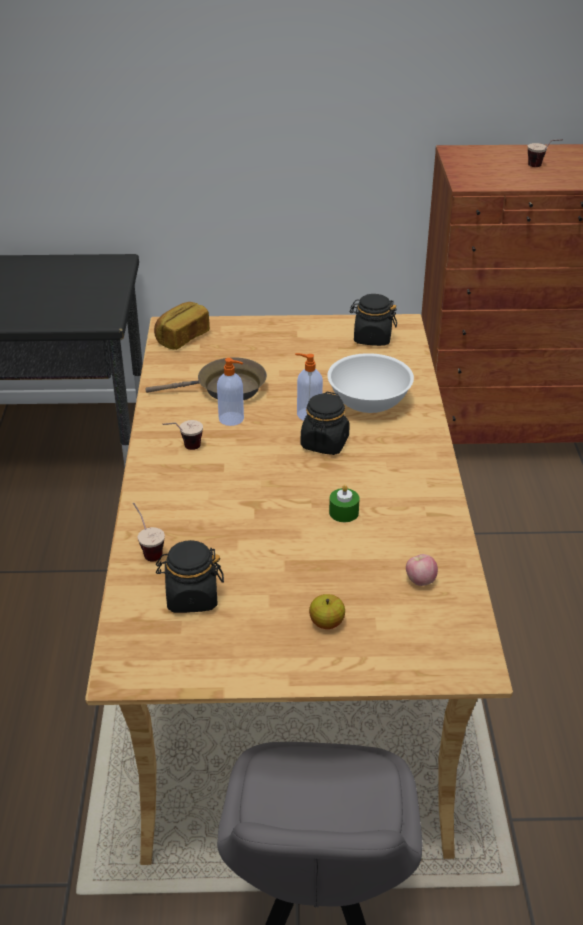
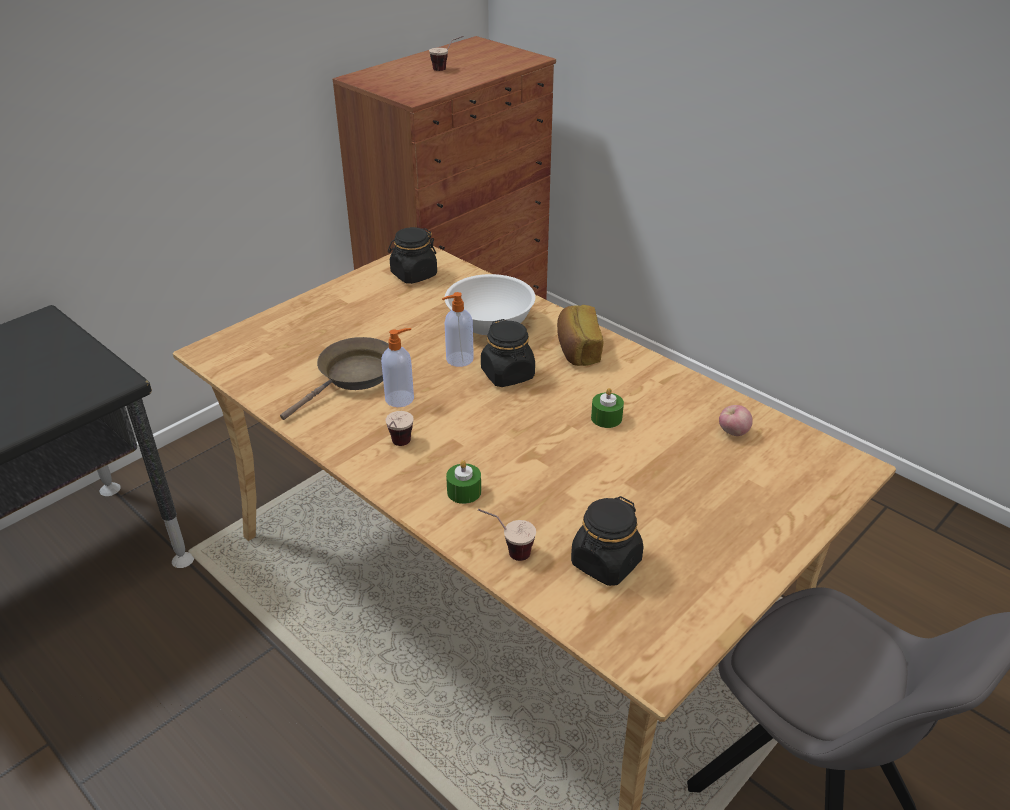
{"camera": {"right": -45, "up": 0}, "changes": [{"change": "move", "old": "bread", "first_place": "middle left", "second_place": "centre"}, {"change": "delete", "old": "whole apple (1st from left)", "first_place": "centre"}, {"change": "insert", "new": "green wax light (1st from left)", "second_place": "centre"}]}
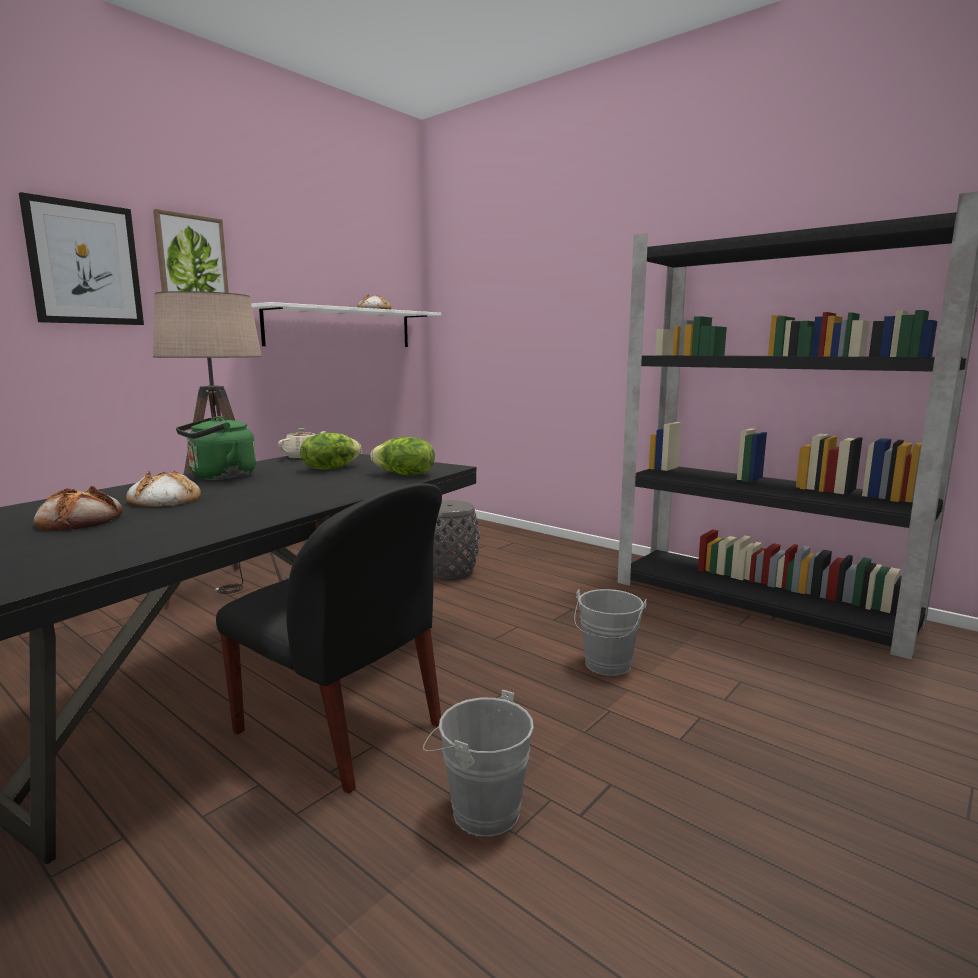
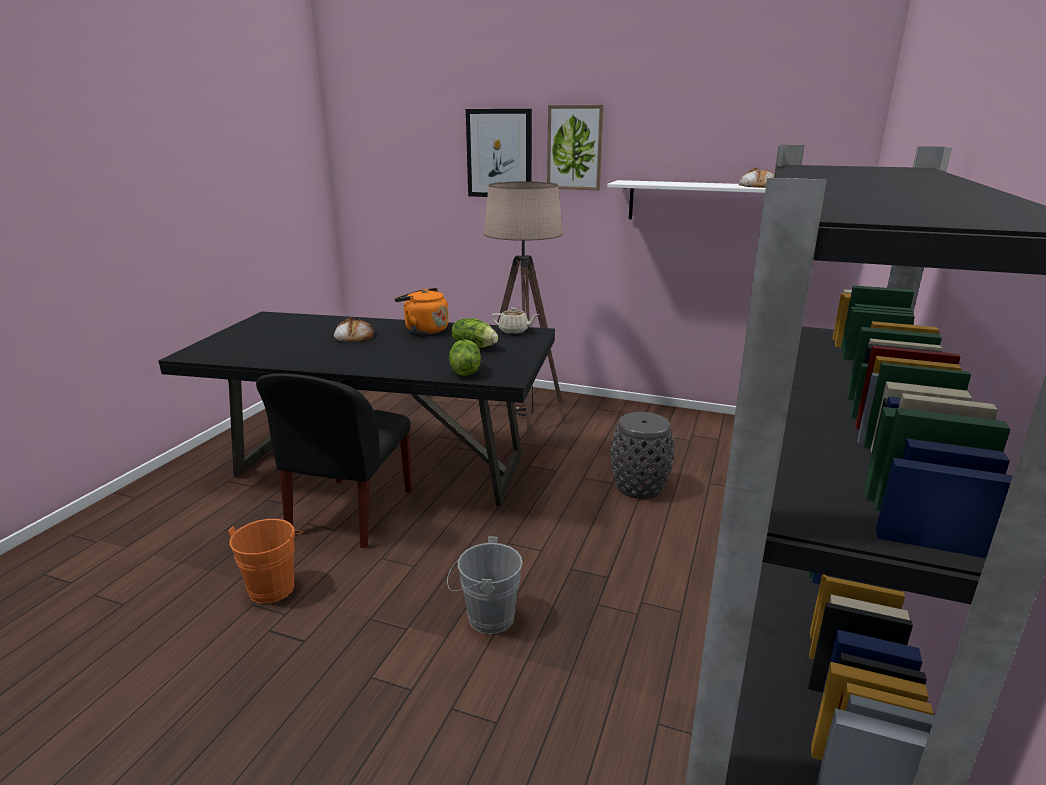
{"camera": {"right": 70, "up": 10}, "changes": [{"change": "recolor", "old": "green tea kettle", "new": "orange-coloured tea kettle", "first_place": "middle left", "second_place": "centre"}, {"change": "delete", "old": "bread (1st from left)", "first_place": "middle left"}, {"change": "recolor", "old": "gray water bucket (1st from left)", "new": "orange-coloured water bucket", "first_place": "bottom centre", "second_place": "bottom left"}]}
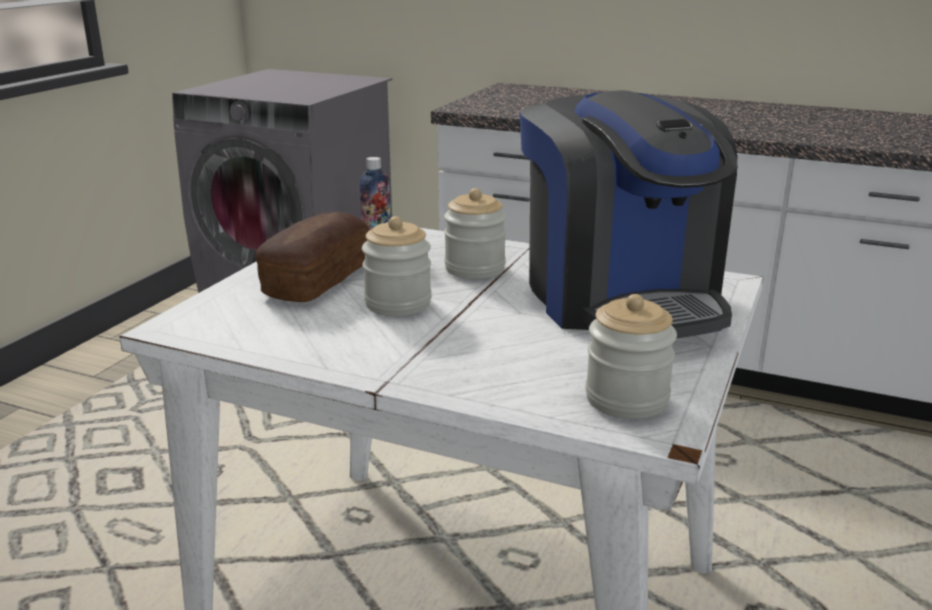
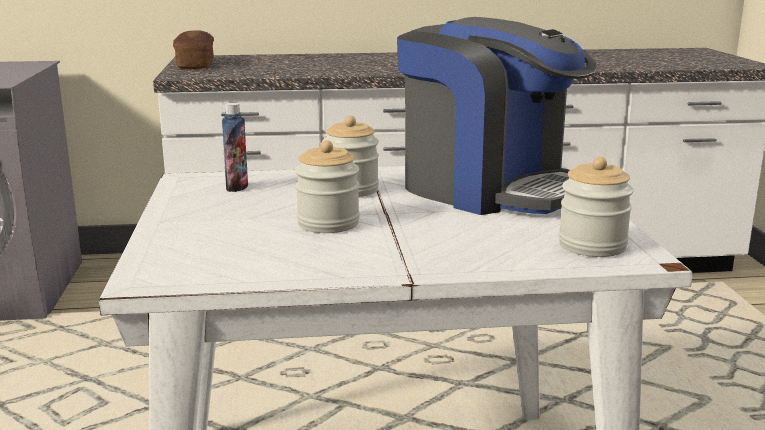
{"camera": {"right": -30, "up": -5}, "changes": [{"change": "move", "old": "bread", "first_place": "centre", "second_place": "top left"}]}
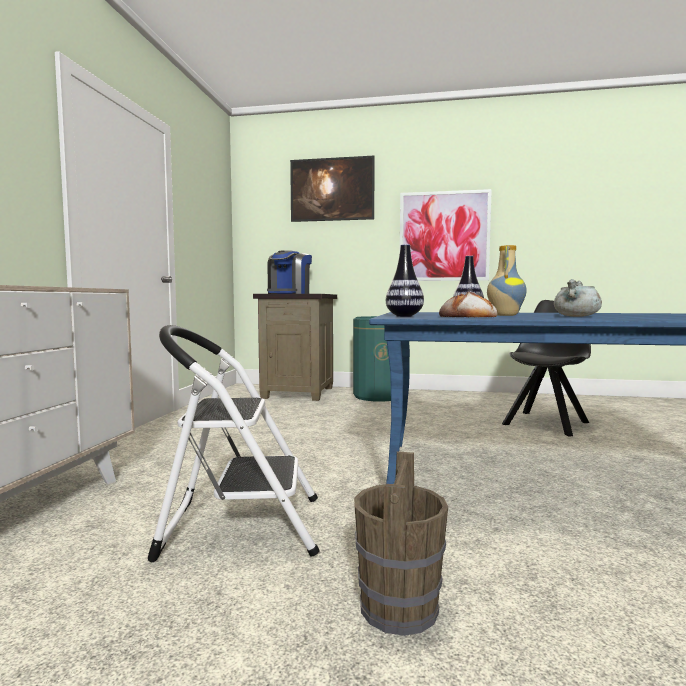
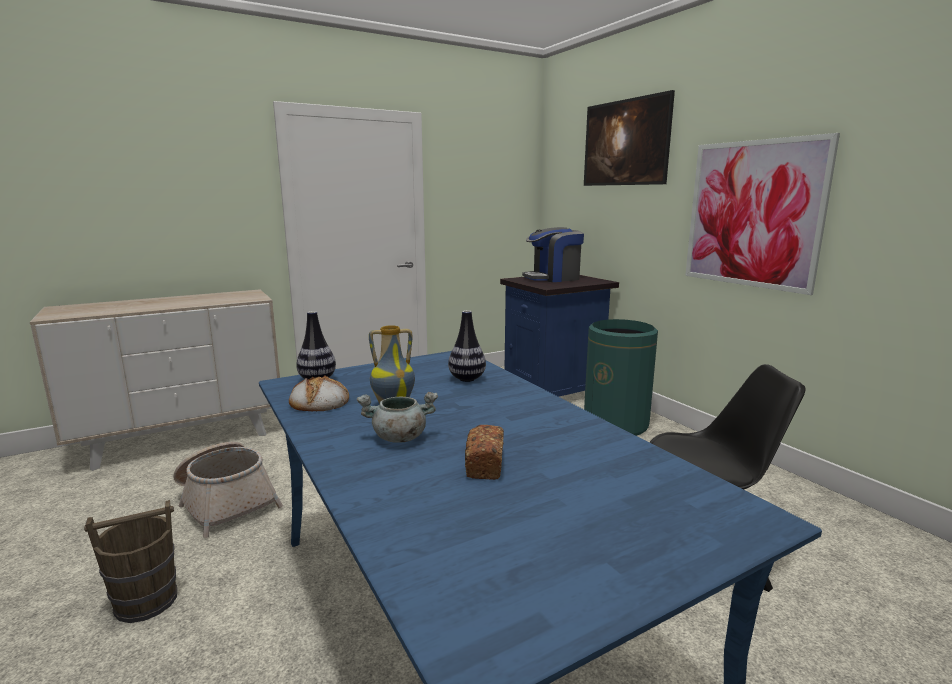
{"camera": {"right": 50, "up": 10}, "changes": [{"change": "recolor", "old": "sand-coloured storage cabinet", "new": "blue storage cabinet", "first_place": "centre", "second_place": "centre"}, {"change": "replace", "old": "step stool", "new": "basket", "first_place": "centre", "second_place": "bottom left"}, {"change": "insert", "new": "bread (2nd from left)", "second_place": "centre"}]}
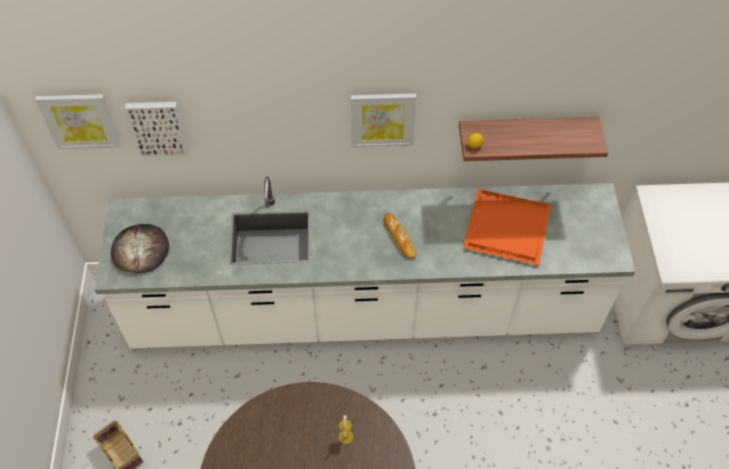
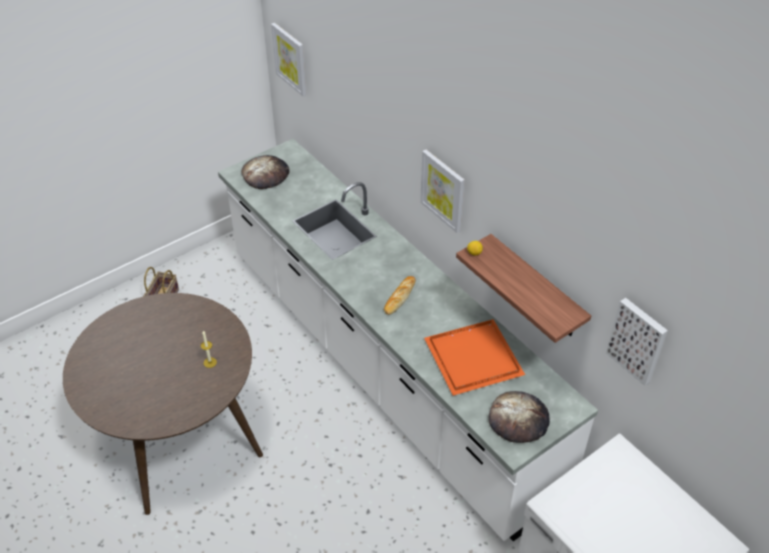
{"camera": {"right": 55, "up": -10}, "changes": [{"change": "move", "old": "wall picture (2nd from left in the first image)", "new": "wall picture (3rd from left)", "first_place": "top left", "second_place": "middle right"}, {"change": "insert", "new": "bread (3rd from left)", "second_place": "bottom right"}]}
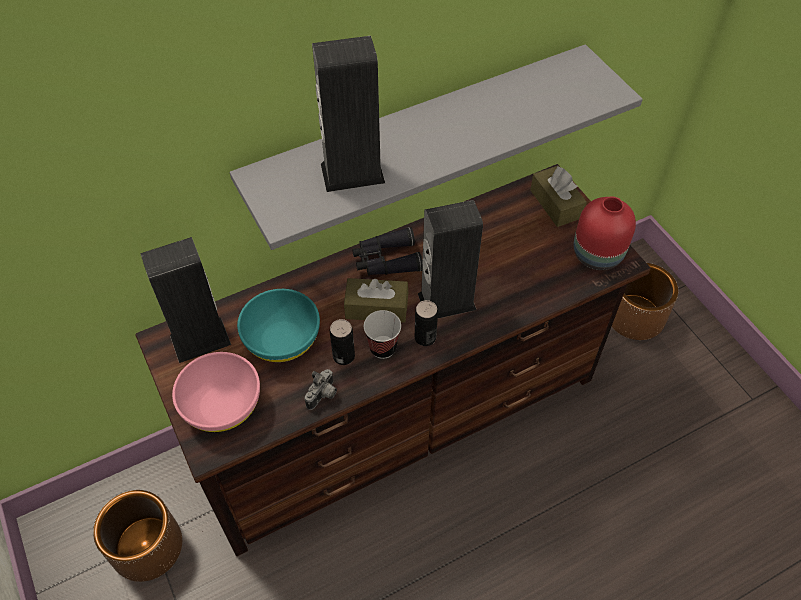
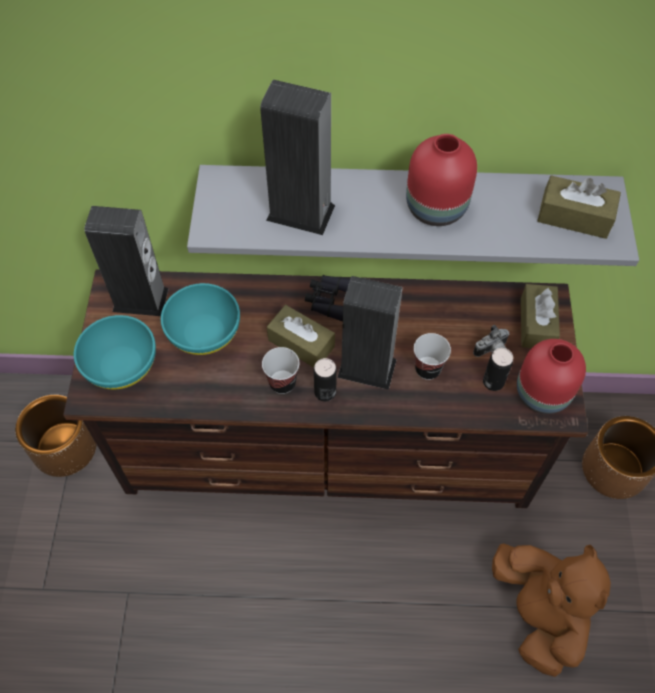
{"camera": {"right": 30, "up": 5}, "changes": [{"change": "move", "old": "sealed can (1st from left in the first image)", "new": "sealed can (2nd from left)", "first_place": "centre", "second_place": "middle right"}, {"change": "recolor", "old": "pinkish deep dish", "new": "turquoise-coloured deep dish (1st from left)", "first_place": "middle left", "second_place": "middle left"}, {"change": "move", "old": "still camera", "first_place": "centre", "second_place": "middle right"}, {"change": "insert", "new": "red-coloured vase (1st from left)", "second_place": "top right"}, {"change": "insert", "new": "brownish box of tissues (3rd from left)", "second_place": "top right"}, {"change": "insert", "new": "cup (2nd from left)", "second_place": "centre"}, {"change": "insert", "new": "brownish plush toy", "second_place": "bottom right"}]}
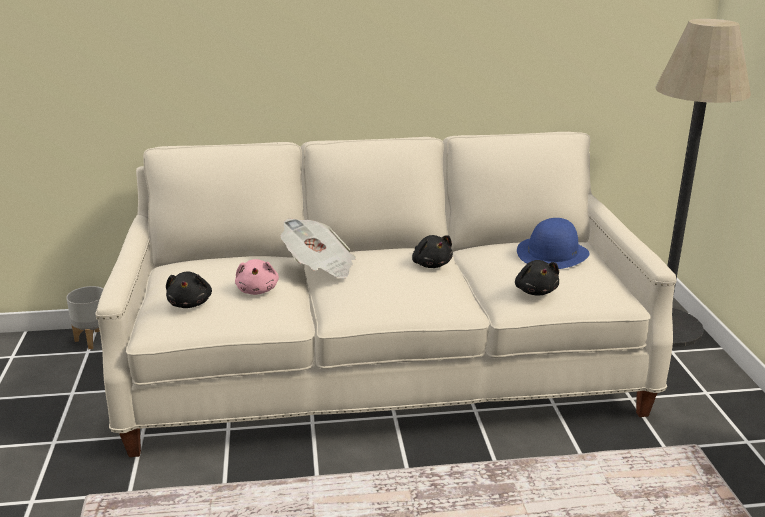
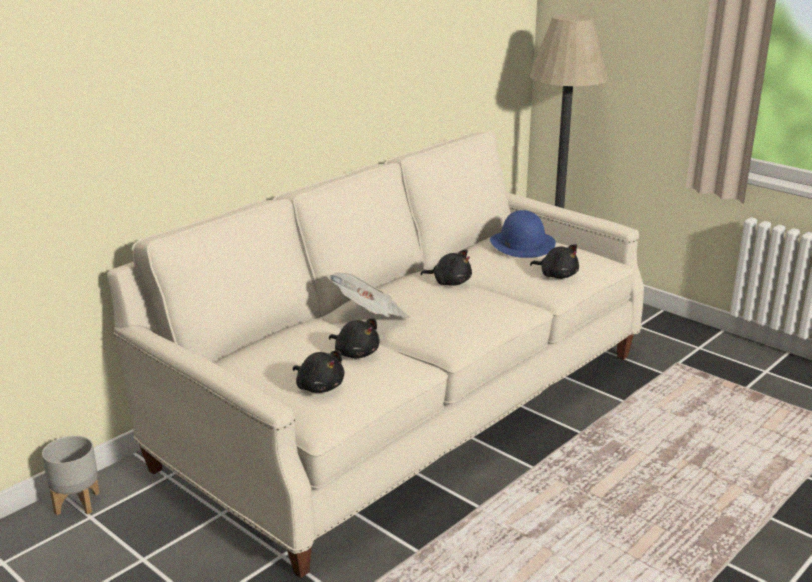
{"camera": {"right": -40, "up": 0}, "changes": [{"change": "recolor", "old": "pinkish plush toy", "new": "black-coloured plush toy (2nd from left)", "first_place": "centre", "second_place": "centre"}]}
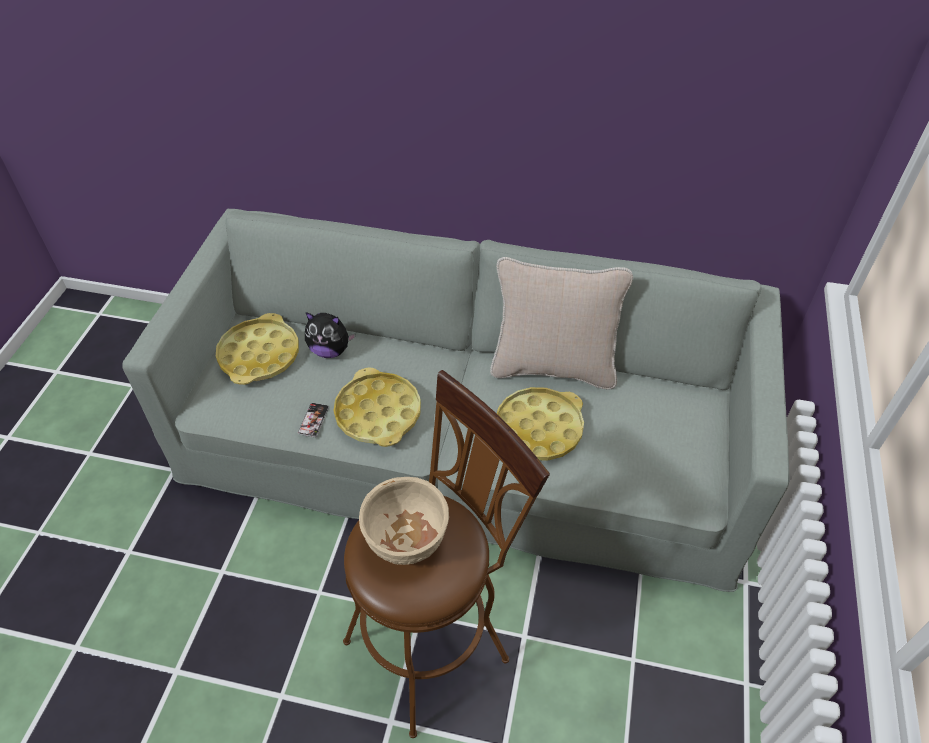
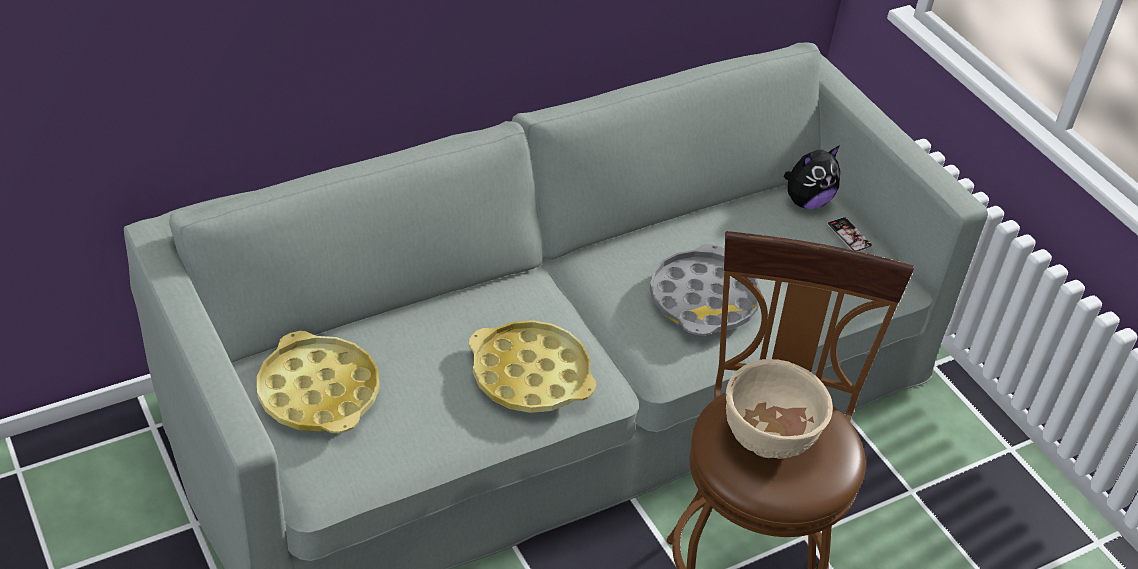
{"camera": {"right": -45, "up": -5}, "changes": [{"change": "delete", "old": "sand-coloured pillow", "first_place": "centre"}, {"change": "move", "old": "plush toy", "first_place": "centre", "second_place": "top right"}, {"change": "recolor", "old": "yellow carrying tray (3rd from left)", "new": "gray carrying tray", "first_place": "centre", "second_place": "centre"}, {"change": "move", "old": "telephone", "first_place": "centre", "second_place": "middle right"}]}
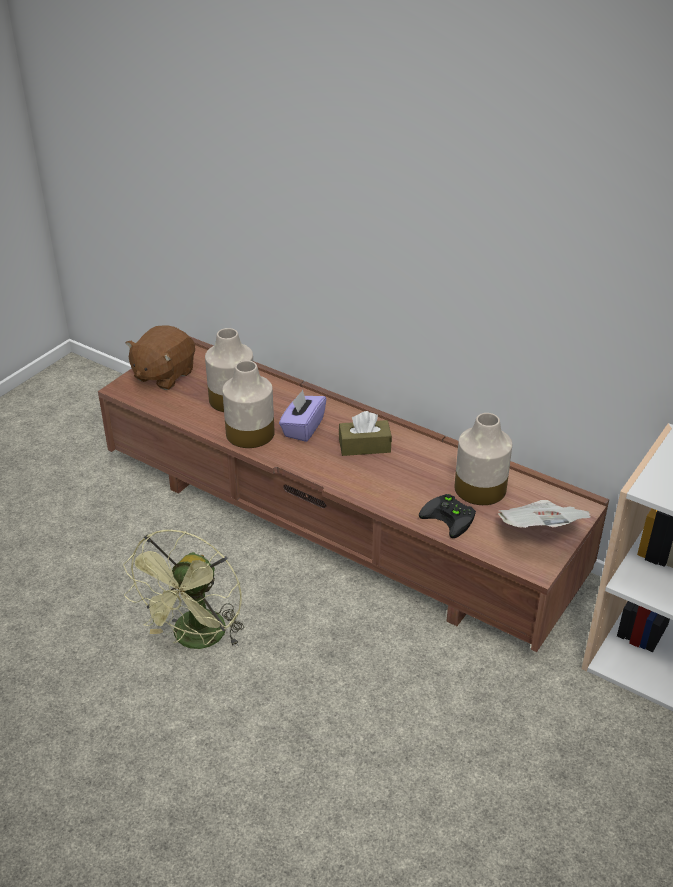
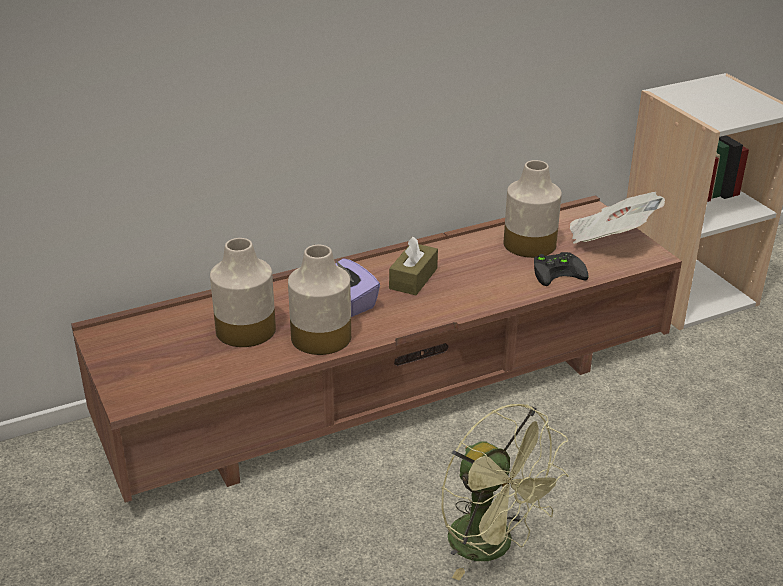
{"camera": {"right": -60, "up": -5}, "changes": [{"change": "delete", "old": "brownish plush toy", "first_place": "middle left"}]}
